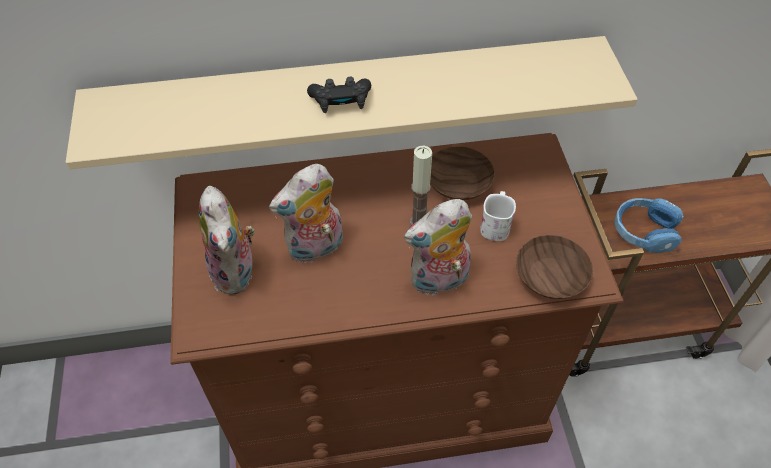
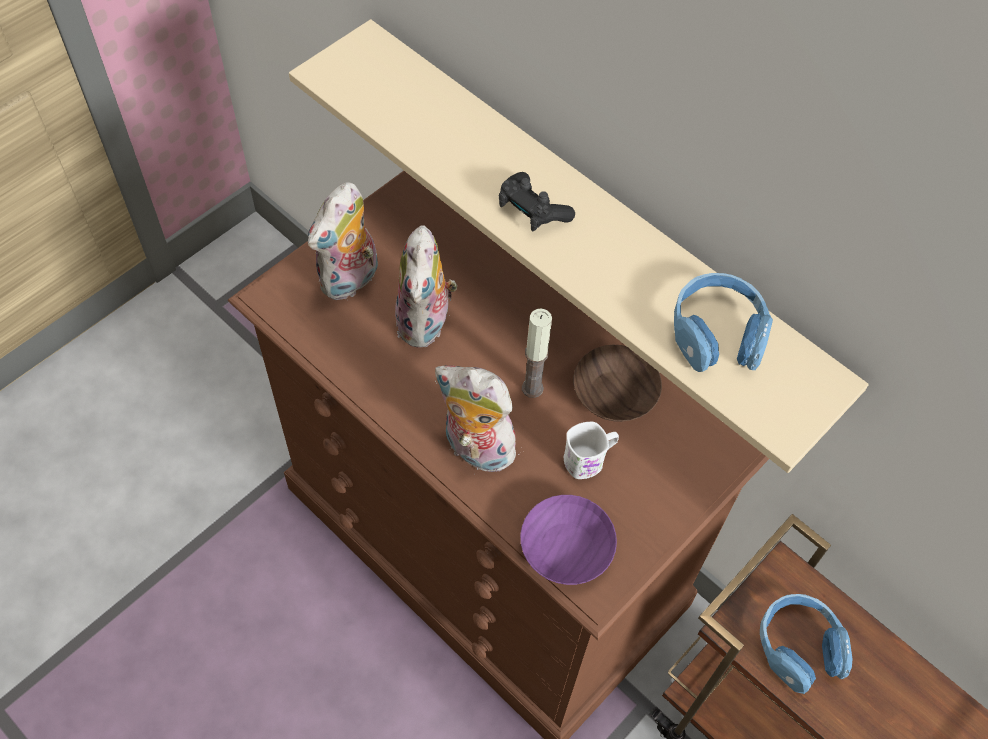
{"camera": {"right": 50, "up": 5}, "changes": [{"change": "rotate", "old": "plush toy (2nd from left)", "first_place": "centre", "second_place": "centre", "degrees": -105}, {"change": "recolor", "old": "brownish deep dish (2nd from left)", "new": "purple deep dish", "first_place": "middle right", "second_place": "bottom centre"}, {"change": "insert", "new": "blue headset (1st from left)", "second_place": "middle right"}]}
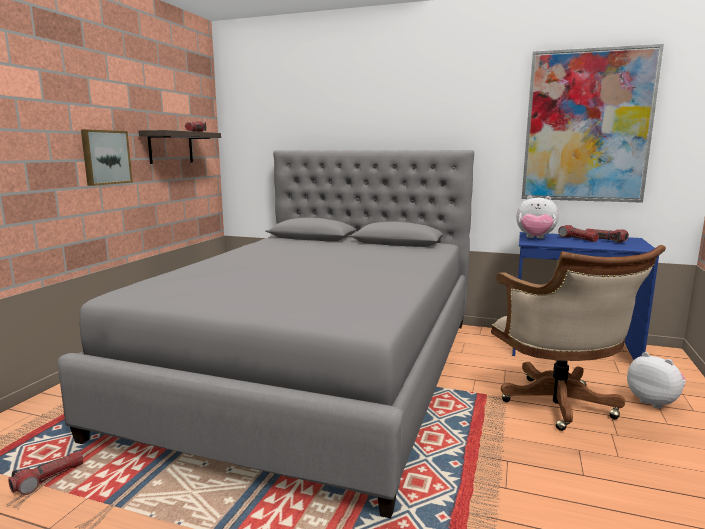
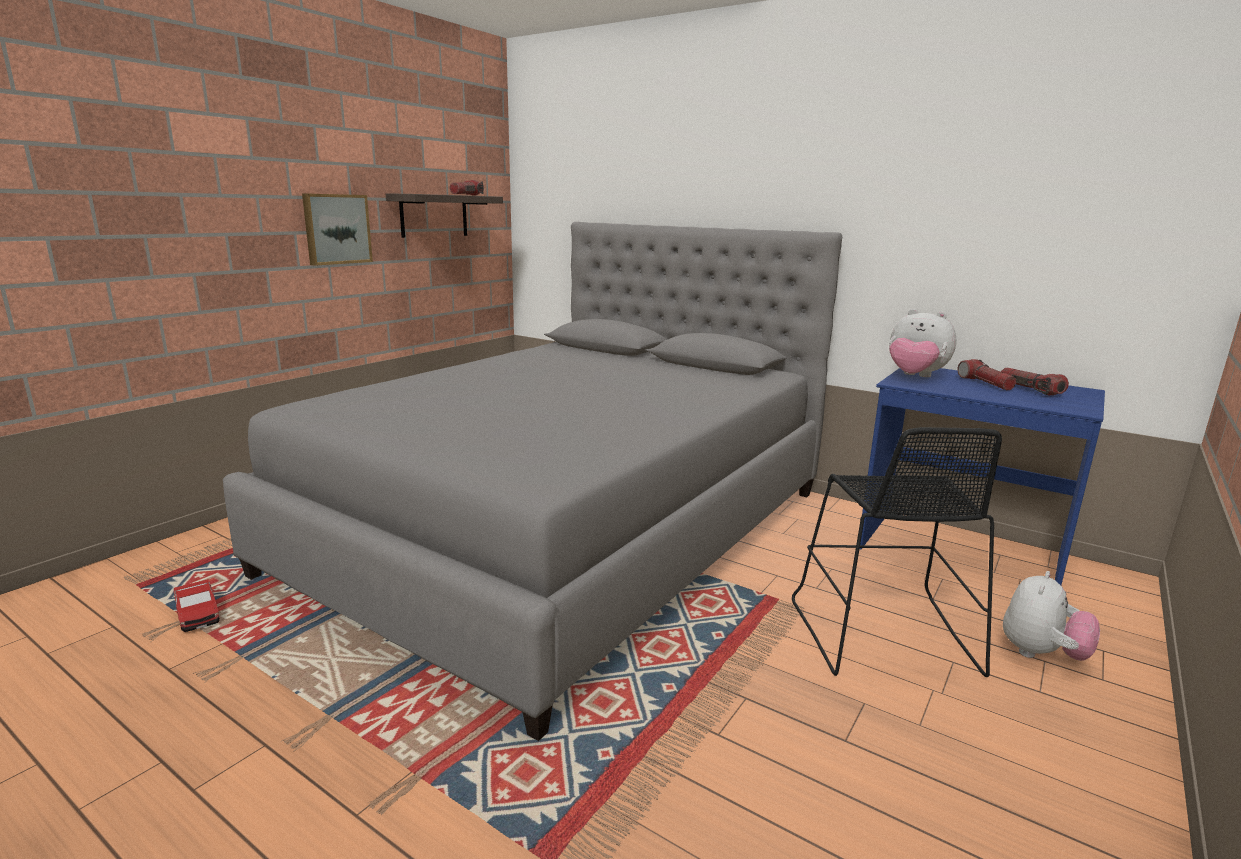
{"camera": {"right": 15, "up": 5}, "changes": [{"change": "delete", "old": "wall picture (2nd from left)", "first_place": "top right"}, {"change": "replace", "old": "desk chair", "new": "black-coloured sitting stool", "first_place": "middle right", "second_place": "middle right"}, {"change": "rotate", "old": "plush toy (2nd from left)", "first_place": "bottom right", "second_place": "bottom right", "degrees": 60}, {"change": "replace", "old": "torch (1st from left)", "new": "toy car", "first_place": "bottom left", "second_place": "bottom left"}]}
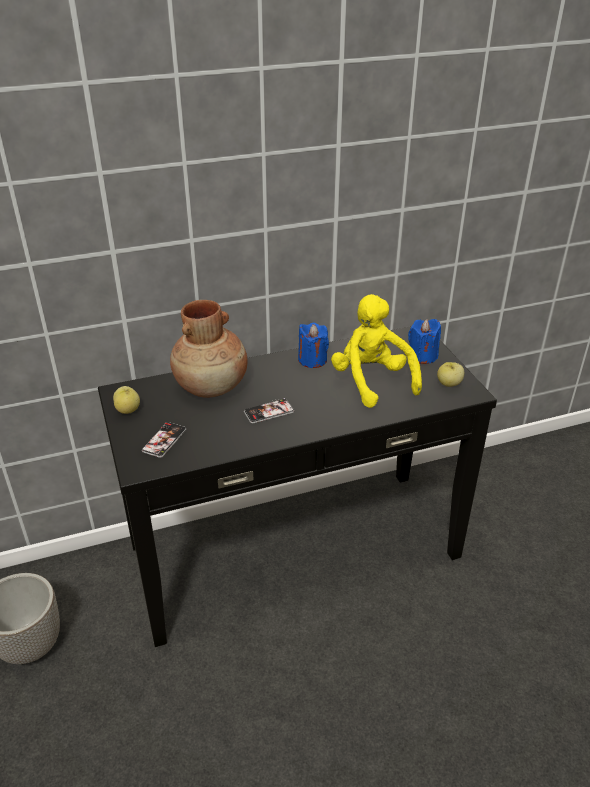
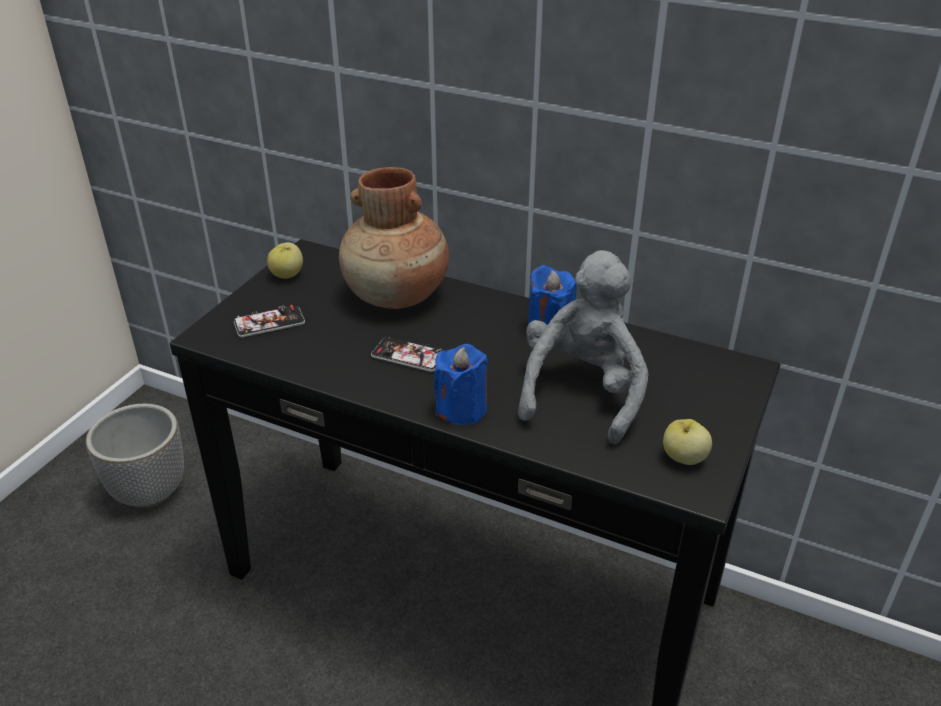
{"camera": {"right": 45, "up": 0}, "changes": [{"change": "recolor", "old": "yellow plush toy", "new": "gray plush toy", "first_place": "centre", "second_place": "centre"}, {"change": "move", "old": "blue wax light (2nd from left in the first image)", "new": "blue wax light (1st from left)", "first_place": "middle right", "second_place": "centre"}]}
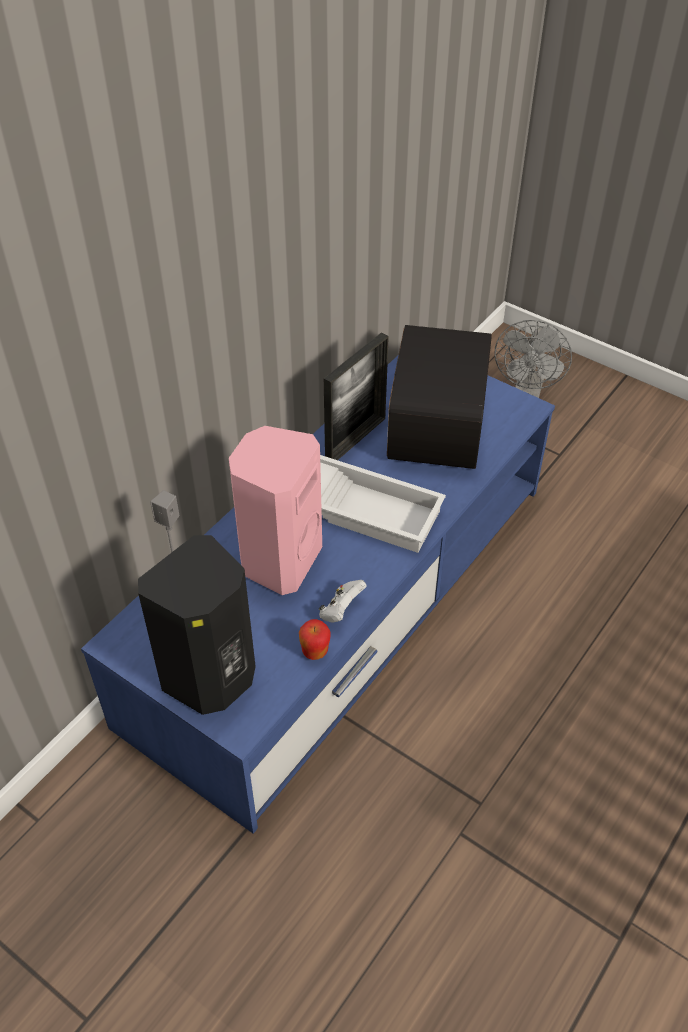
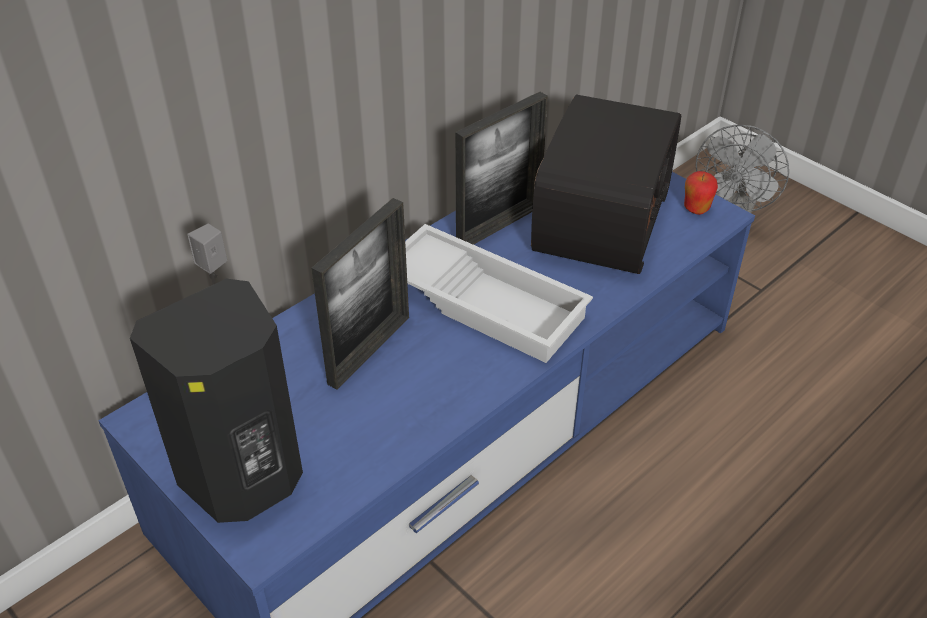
{"camera": {"right": 10, "up": -5}, "changes": [{"change": "replace", "old": "pinkish speaker", "new": "standing frame (1st from left)", "first_place": "centre", "second_place": "centre"}, {"change": "delete", "old": "whitish gamepad", "first_place": "centre"}, {"change": "move", "old": "whole apple", "first_place": "centre", "second_place": "top right"}]}
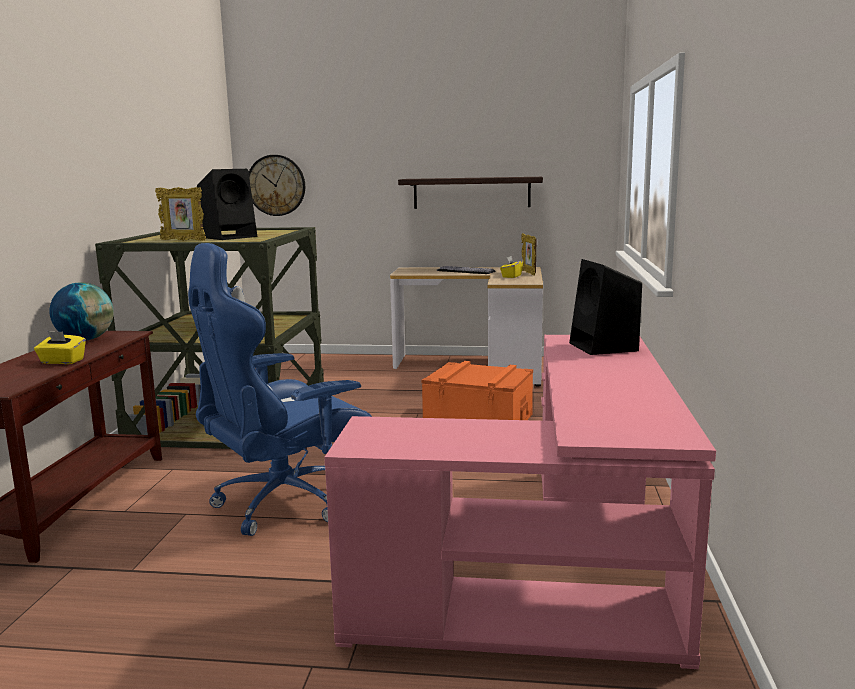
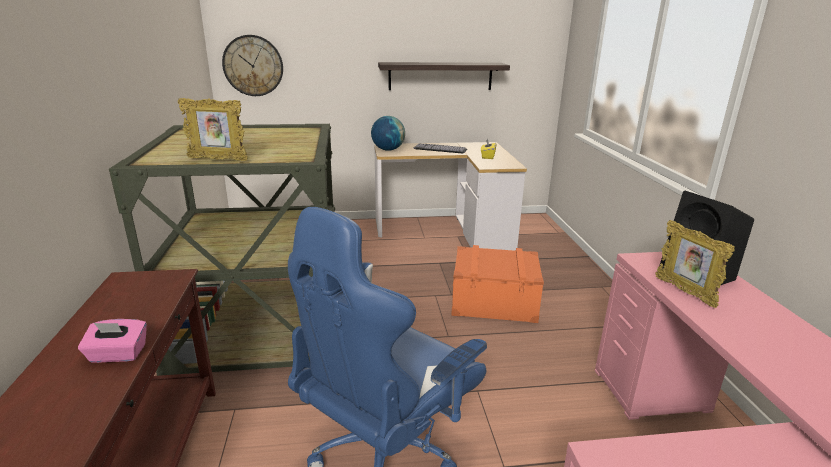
{"camera": {"right": -15, "up": 10}, "changes": [{"change": "delete", "old": "black-coloured speaker (1st from left)", "first_place": "top left"}, {"change": "move", "old": "standing frame (2nd from left)", "first_place": "centre", "second_place": "middle right"}, {"change": "move", "old": "globe", "first_place": "middle left", "second_place": "top centre"}, {"change": "recolor", "old": "yellow box of tissues (1st from left)", "new": "pinkish box of tissues", "first_place": "middle left", "second_place": "bottom left"}]}
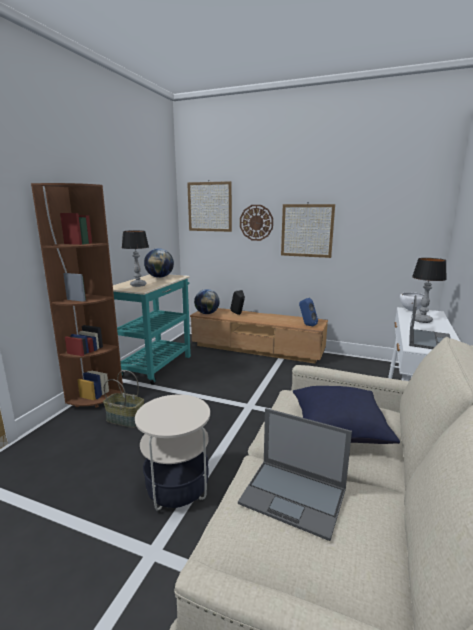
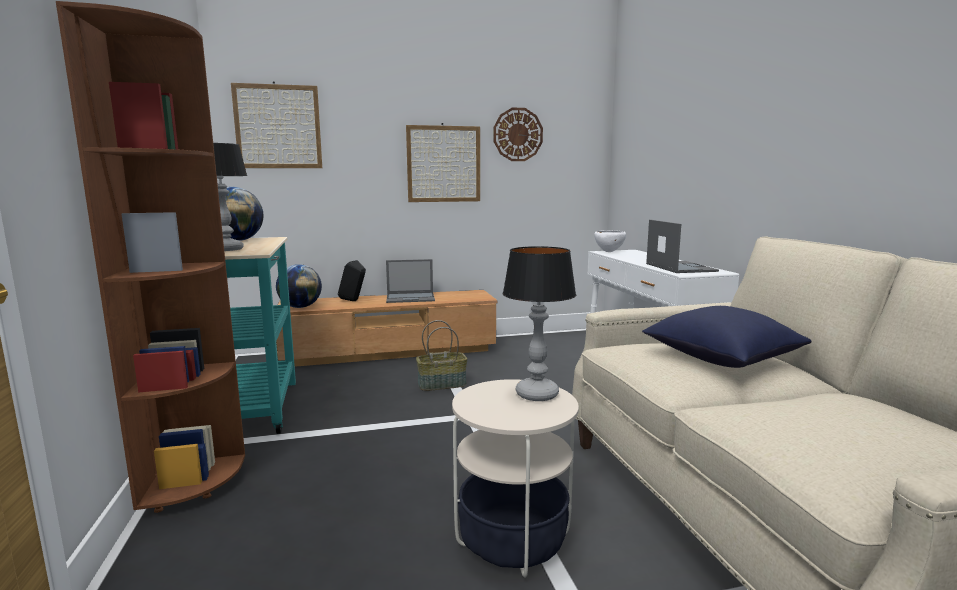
{"camera": {"right": -35, "up": -5}, "changes": [{"change": "move", "old": "hanging clock", "first_place": "centre", "second_place": "top centre"}, {"change": "move", "old": "tabletop lamp (2nd from left)", "first_place": "middle right", "second_place": "centre"}, {"change": "delete", "old": "blue speaker", "first_place": "centre"}, {"change": "move", "old": "basket", "first_place": "middle left", "second_place": "centre"}, {"change": "move", "old": "laptop (1st from left)", "first_place": "bottom centre", "second_place": "centre"}]}
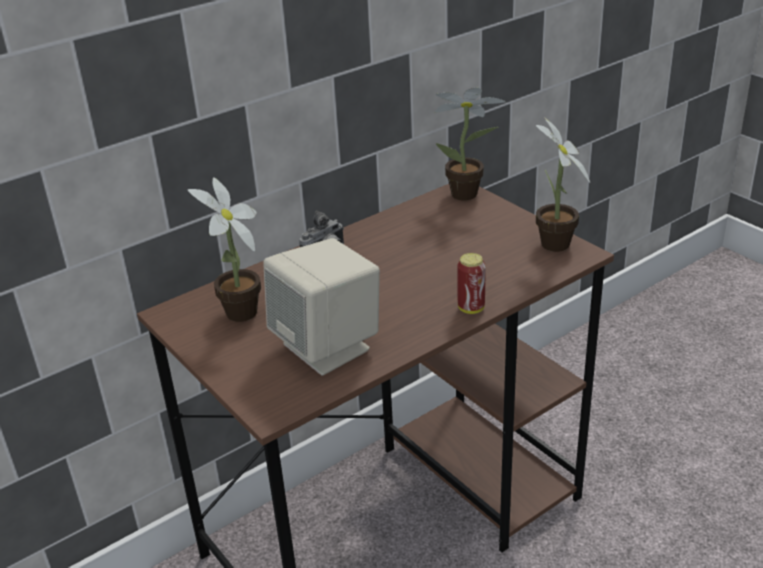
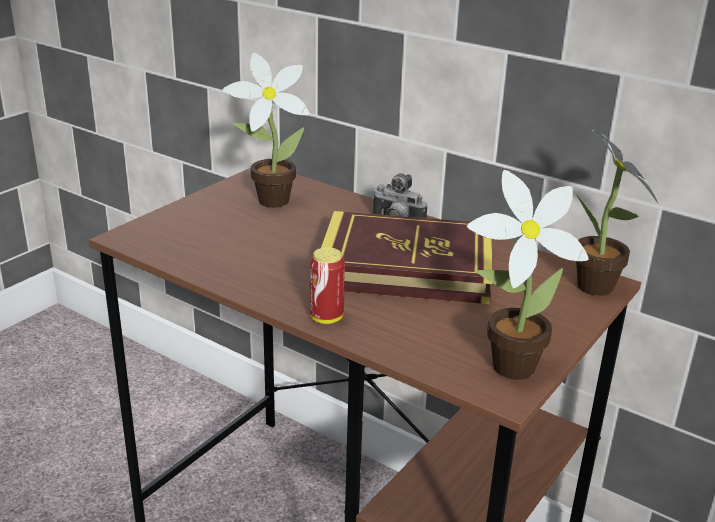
{"camera": {"right": 70, "up": -5}, "changes": [{"change": "delete", "old": "sand-coloured speaker", "first_place": "centre"}, {"change": "insert", "new": "book", "second_place": "centre"}]}
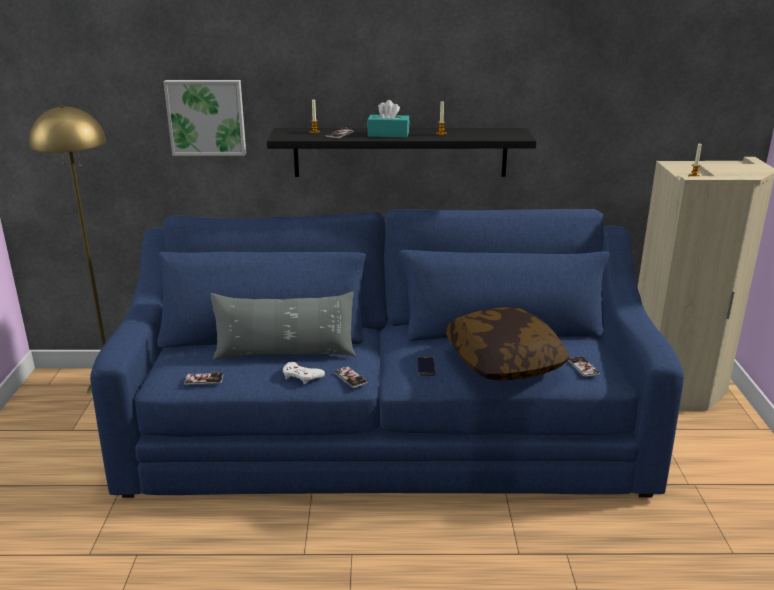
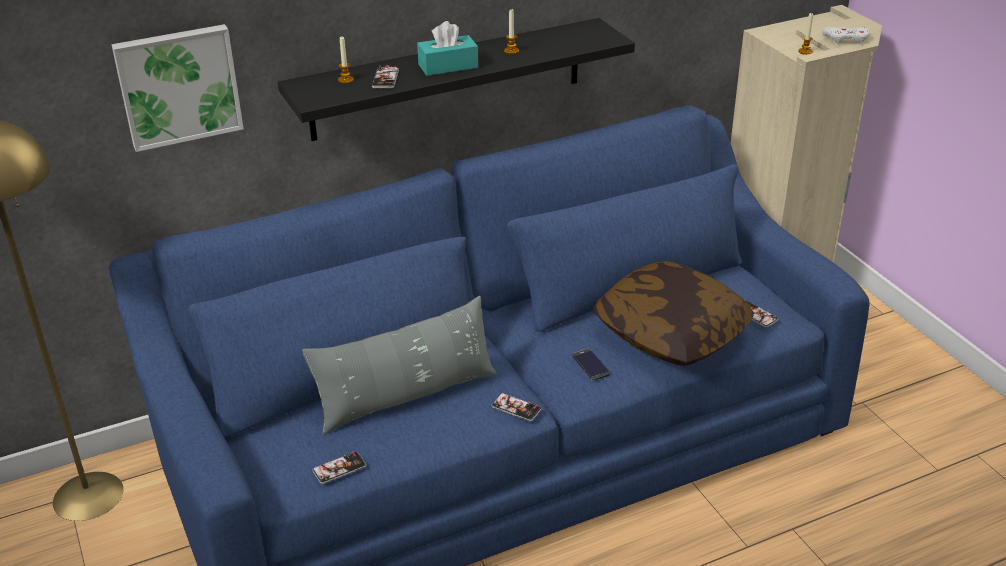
{"camera": {"right": -25, "up": 10}, "changes": [{"change": "move", "old": "whitish gamepad", "first_place": "centre", "second_place": "top right"}]}
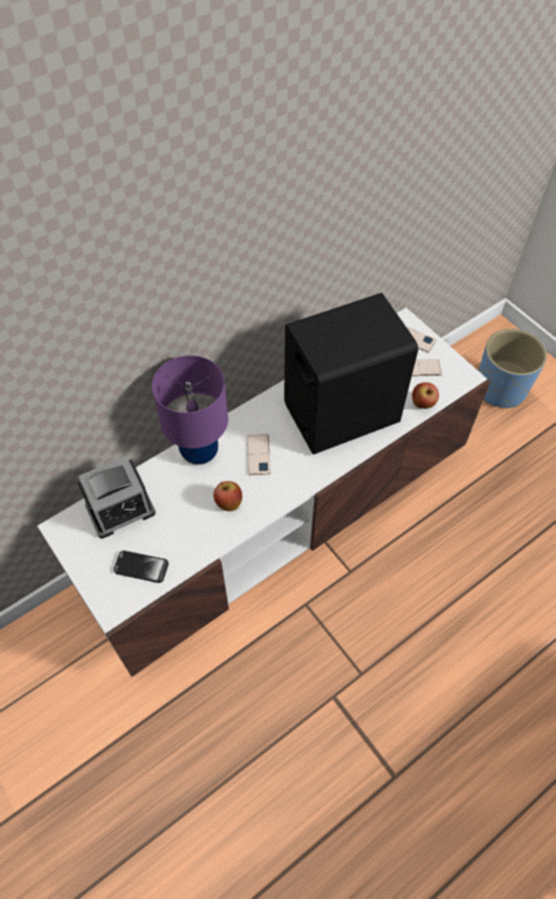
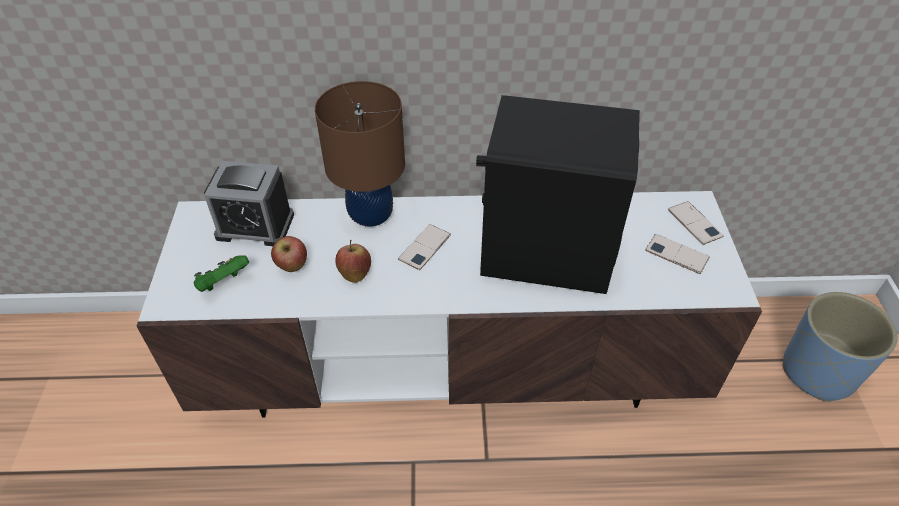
{"camera": {"right": 35, "up": -10}, "changes": [{"change": "recolor", "old": "purple tabletop lamp", "new": "brownish tabletop lamp", "first_place": "centre", "second_place": "top centre"}, {"change": "move", "old": "whole apple (2nd from left in the first image)", "new": "whole apple (1st from left)", "first_place": "middle right", "second_place": "middle left"}, {"change": "replace", "old": "telephone (1st from left)", "new": "green gamepad", "first_place": "middle left", "second_place": "middle left"}]}
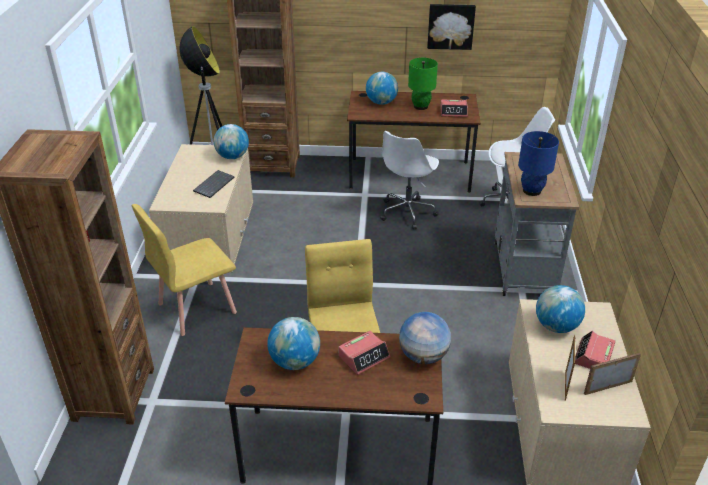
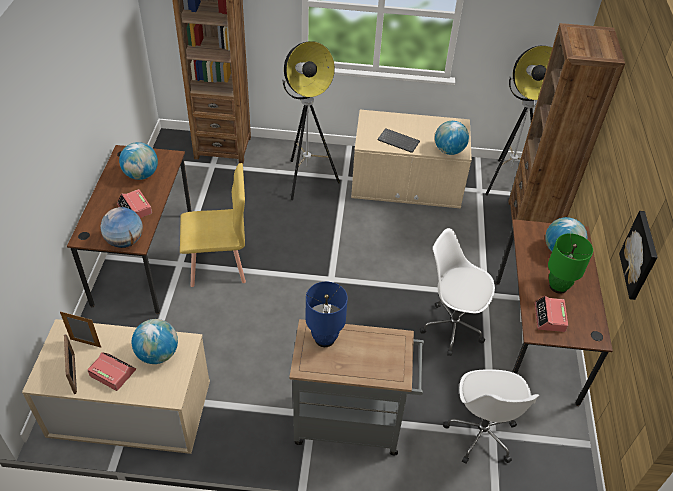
{"camera": {"right": 90, "up": 10}, "changes": [{"change": "replace", "old": "yellow plain chair (1st from left)", "new": "standing lamp (1st from left)", "first_place": "middle left", "second_place": "top centre"}]}
